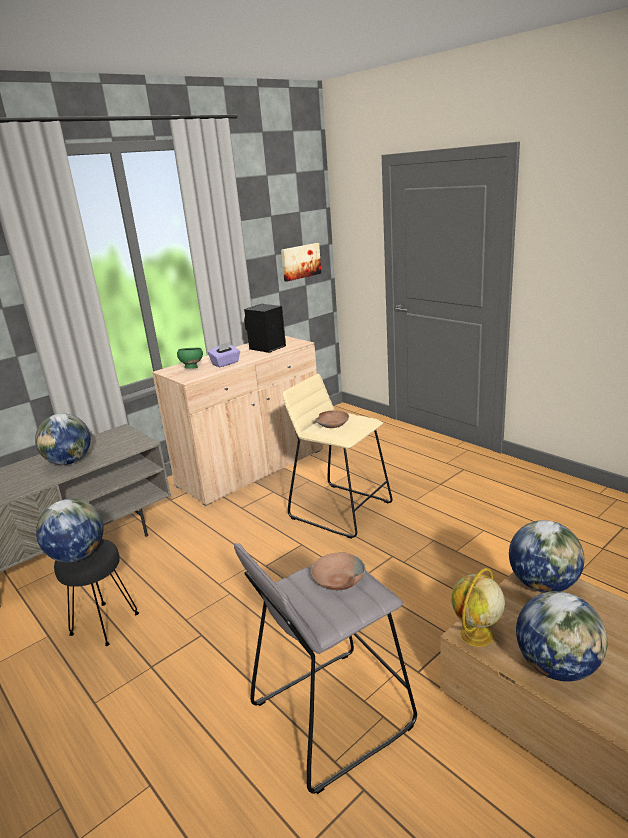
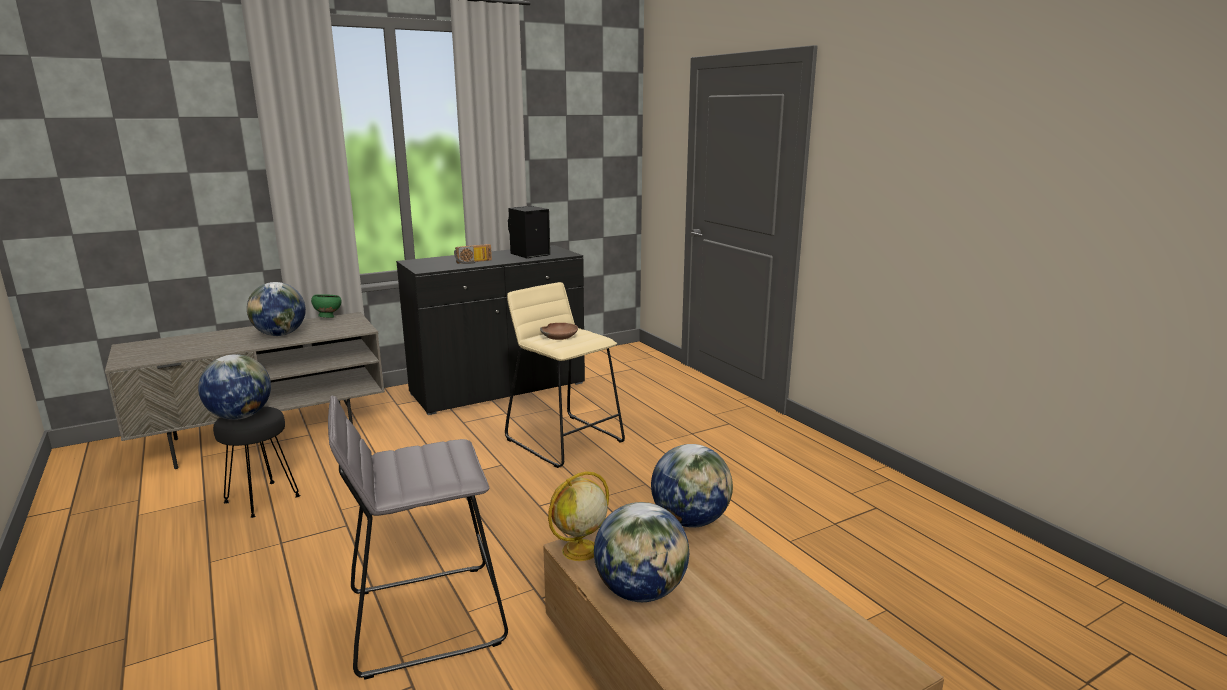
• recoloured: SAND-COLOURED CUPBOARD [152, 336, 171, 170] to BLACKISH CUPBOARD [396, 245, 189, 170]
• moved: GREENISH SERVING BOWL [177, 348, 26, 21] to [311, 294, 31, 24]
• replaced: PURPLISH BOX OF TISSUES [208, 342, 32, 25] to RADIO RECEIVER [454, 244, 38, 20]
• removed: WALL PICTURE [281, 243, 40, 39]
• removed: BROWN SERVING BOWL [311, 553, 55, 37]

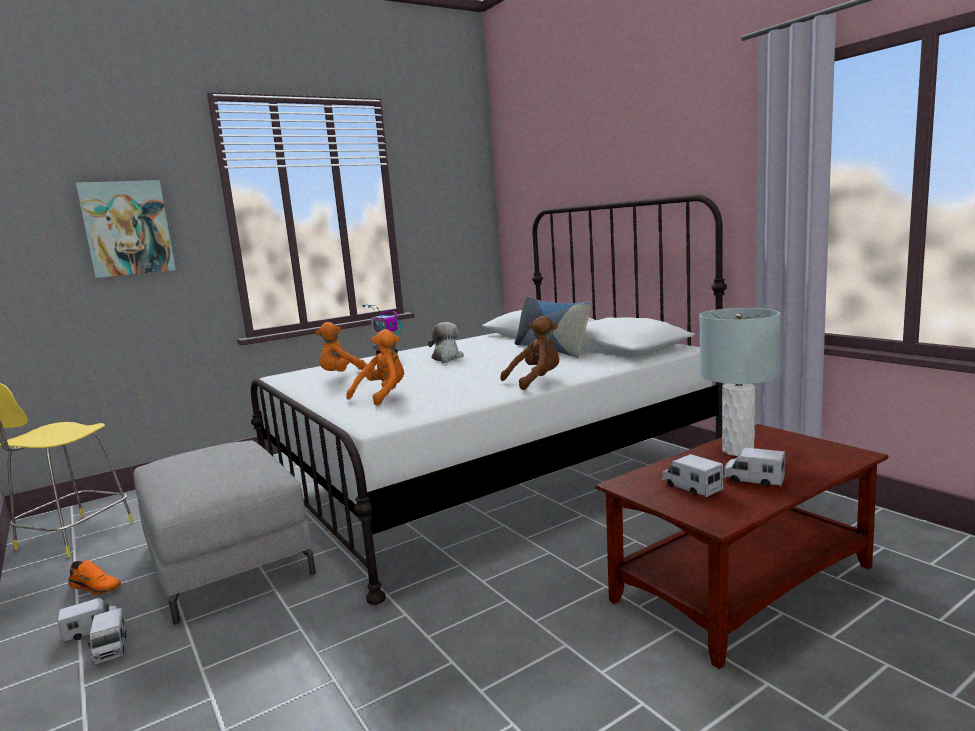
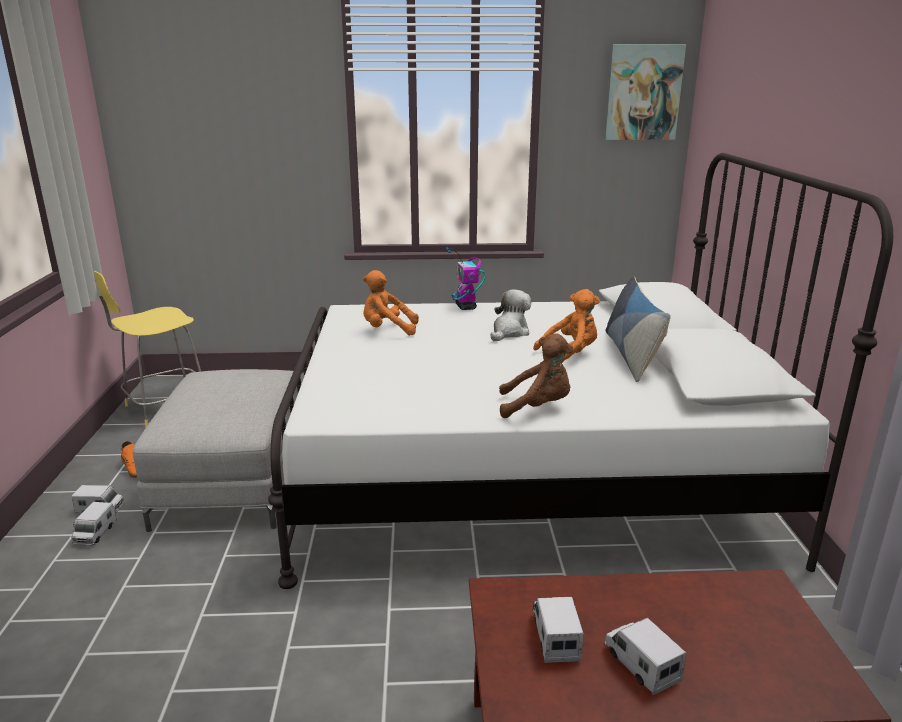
• moved: WALL PICTURE [76, 180, 100, 98] to [604, 44, 82, 96]
• moved: ORANGE-COLOURED CUDDLY TOY [346, 329, 58, 77] to [533, 289, 67, 74]
• removed: GREY LAMP FOR A TABLE [699, 308, 81, 148]

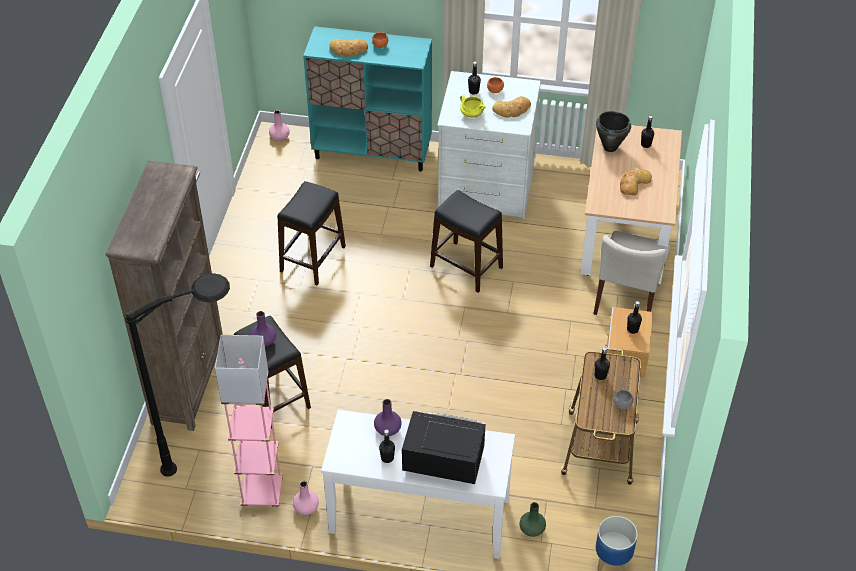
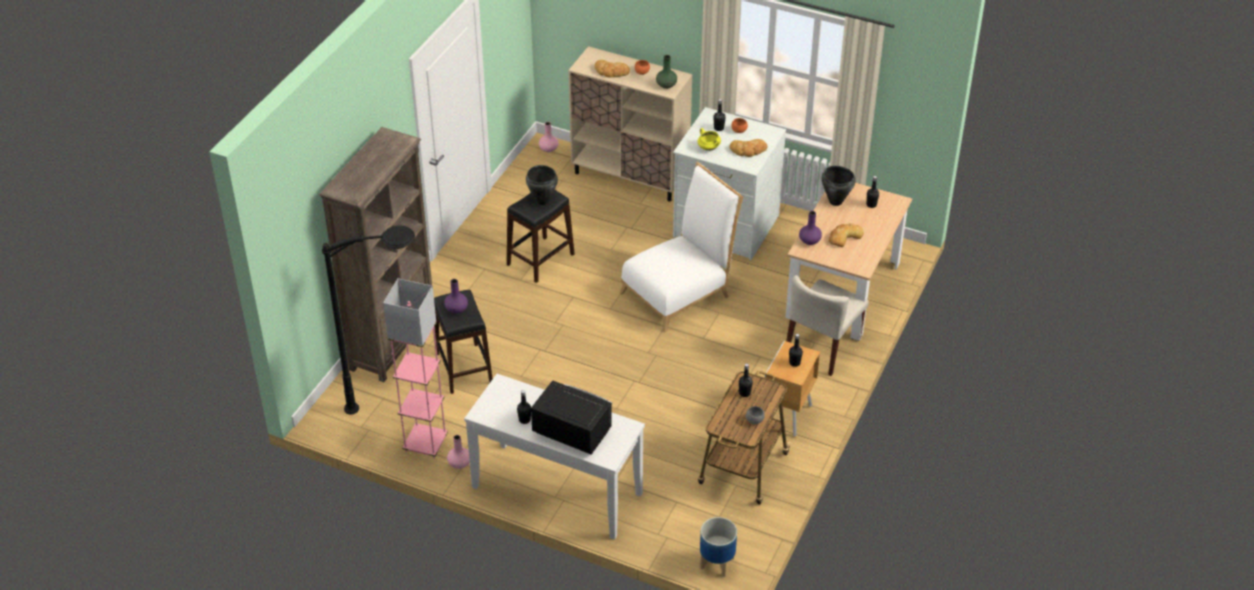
• recoloured: TURQUOISE-COLOURED CUPBOARD [303, 26, 129, 146] to SAND-COLOURED CUPBOARD [568, 46, 124, 156]
• moved: PURPLISH VASE [374, 399, 28, 37] to [799, 211, 23, 34]
• replaced: BLACKISH STOOL SEAT [430, 190, 73, 103] to WHITE CHAIR [619, 162, 124, 171]
• moved: GREENISH VASE [519, 502, 27, 35] to [656, 55, 21, 34]
• added: BLACKISH SAUCEPOT [526, 165, 32, 40]

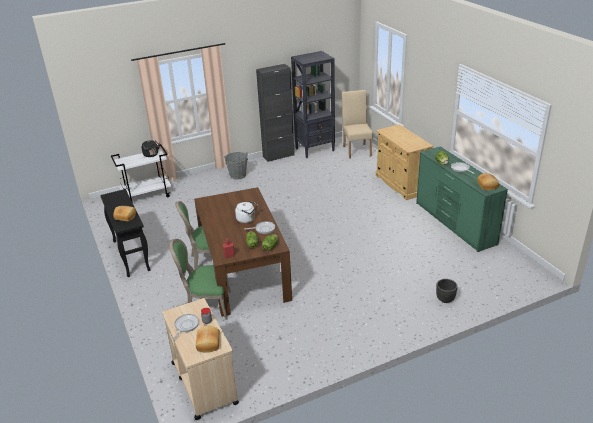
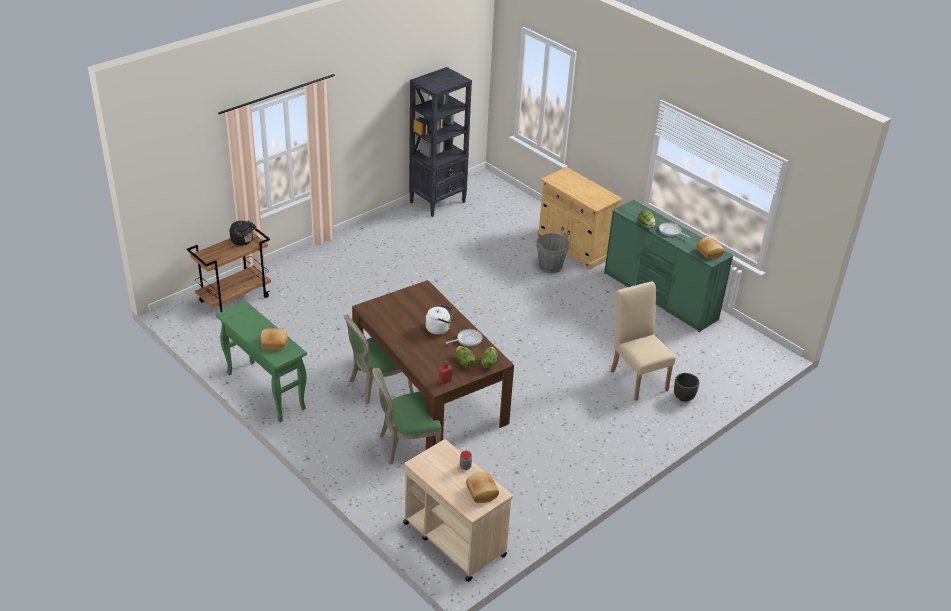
• recoloured: BLACKISH NARROW TABLE [100, 189, 51, 88] to GREENISH NARROW TABLE [216, 301, 91, 121]
• recoloured: WHITE WHEELED CART [111, 144, 60, 59] to BROWN WHEELED CART [187, 224, 84, 88]
• removed: PAN [173, 314, 26, 25]
• moved: GREY PAIL [224, 152, 24, 28] to [536, 233, 34, 41]
• removed: BLACKISH CUPBOARD [256, 64, 38, 98]
• moved: SAND-COLOURED CHAIR [341, 90, 32, 69] to [611, 281, 65, 120]

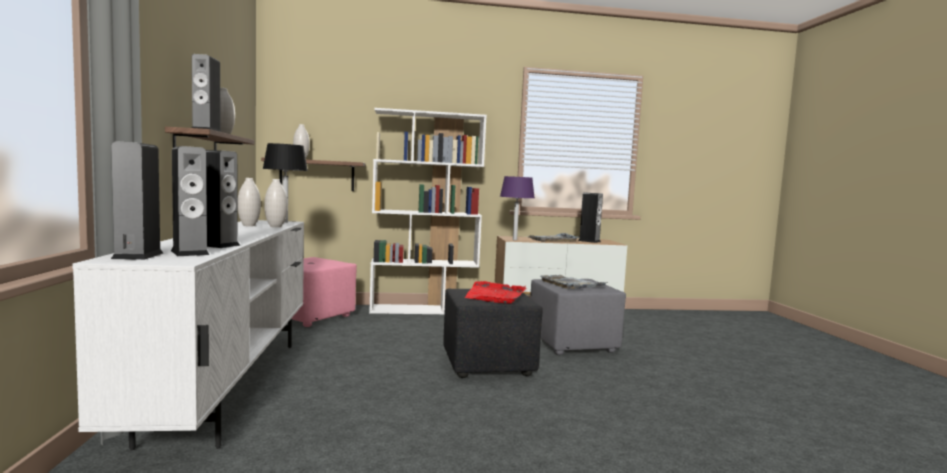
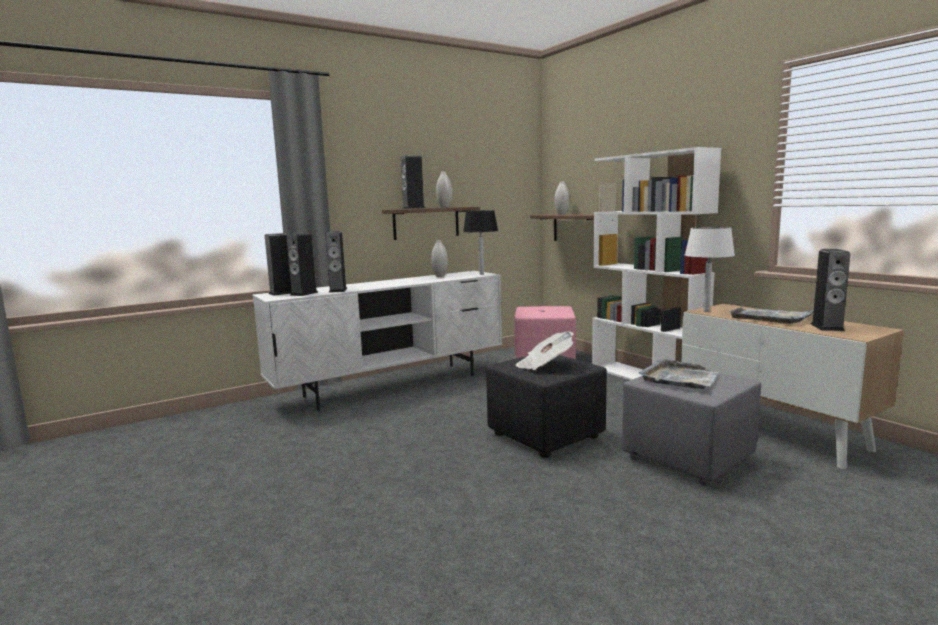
• removed: WHITE VASE [264, 179, 23, 48]
• replaced: REDDISH CARRYING TRAY [465, 281, 62, 23] to PRINTED PAPER [516, 331, 58, 39]
• recoloured: PURPLISH LAMP FOR A TABLE [500, 176, 35, 64] to WHITE LAMP FOR A TABLE [685, 227, 50, 85]

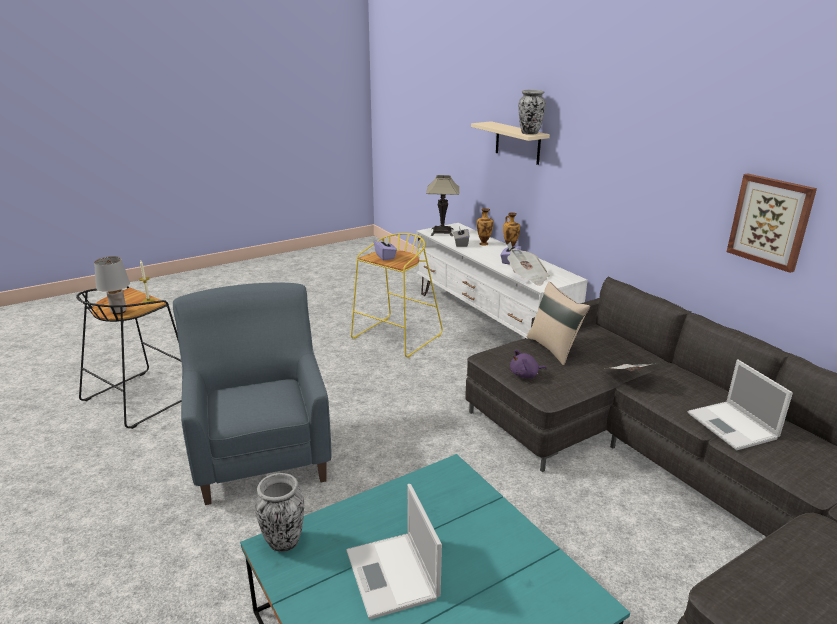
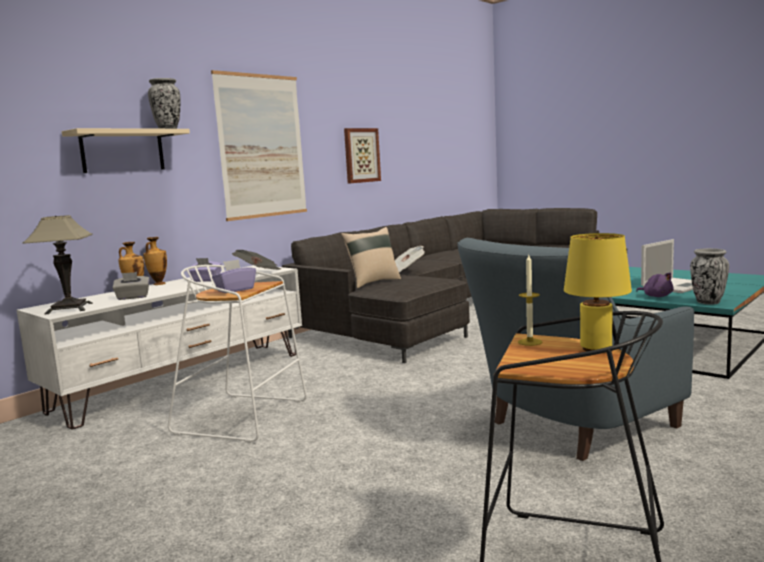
• recoloured: GREY LAMP FOR A TABLE [94, 256, 36, 58] to YELLOWISH LAMP FOR A TABLE [564, 233, 68, 118]
• recoloured: YELLOWISH STOOL SEAT [351, 233, 92, 124] to WHITE STOOL SEAT [168, 265, 139, 178]
• moved: PURPLISH CUDDLY TOY [510, 350, 37, 28] to [636, 272, 38, 25]
• removed: LAPTOP [688, 360, 105, 90]
• added: WALL PICTURE [211, 70, 96, 151]

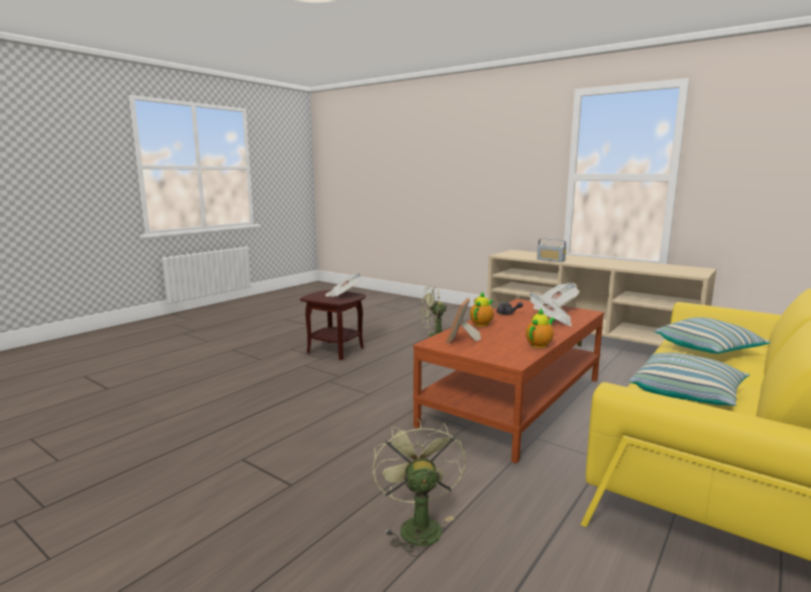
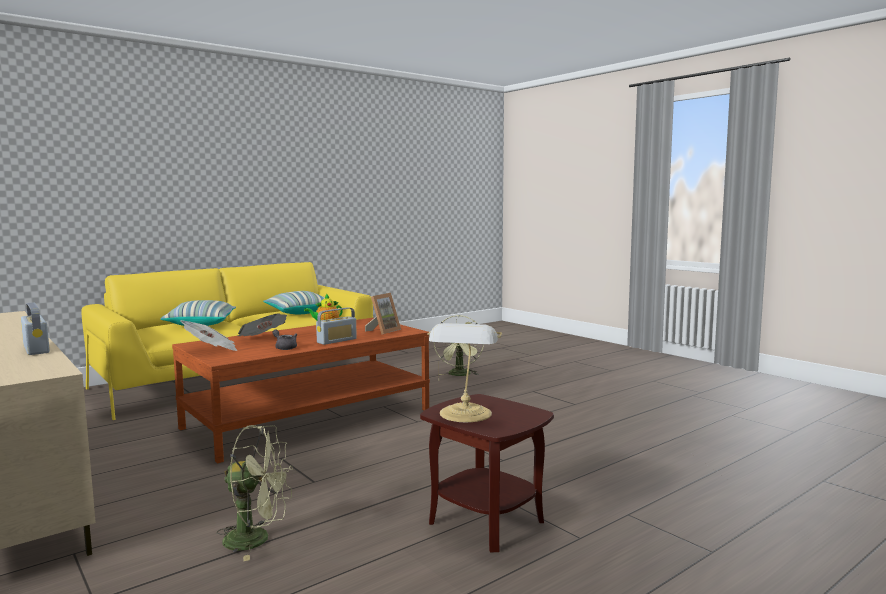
• replaced: PRINTED PAPER [325, 273, 37, 24] to LAMP FOR A TABLE [427, 323, 75, 99]
• replaced: TEA POT [470, 292, 24, 34] to RADIO RECEIVER [316, 307, 41, 38]

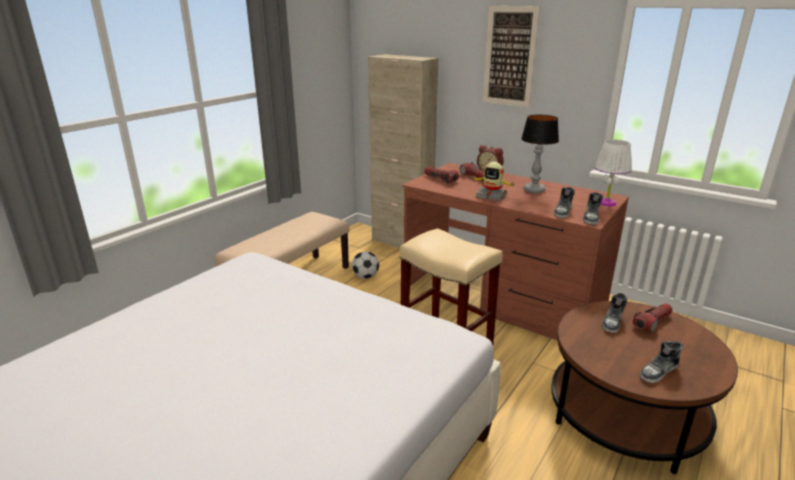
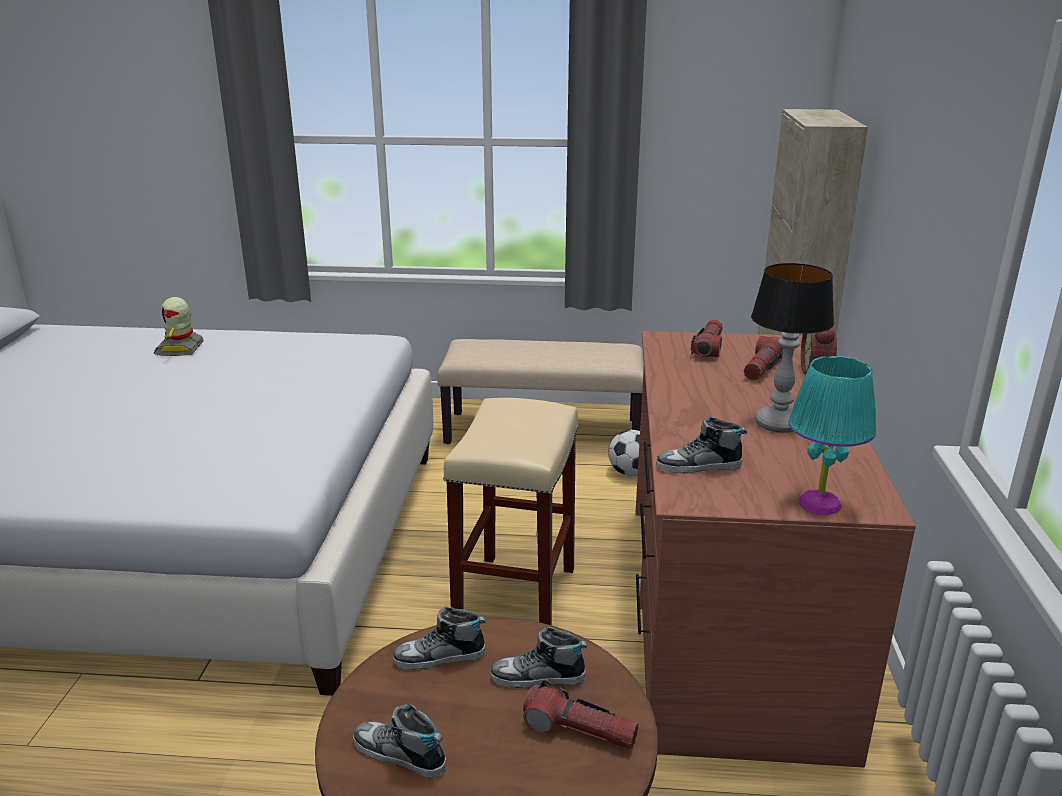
• moved: MODEL ROBOT [470, 162, 45, 39] to [154, 297, 50, 59]
• removed: WALL PICTURE [482, 6, 58, 101]
• moved: SHOE [583, 192, 20, 33] to [393, 607, 93, 63]
• recoloured: WHITE LAMP FOR A TABLE [595, 139, 37, 68] to TURQUOISE-COLOURED LAMP FOR A TABLE [788, 356, 88, 159]

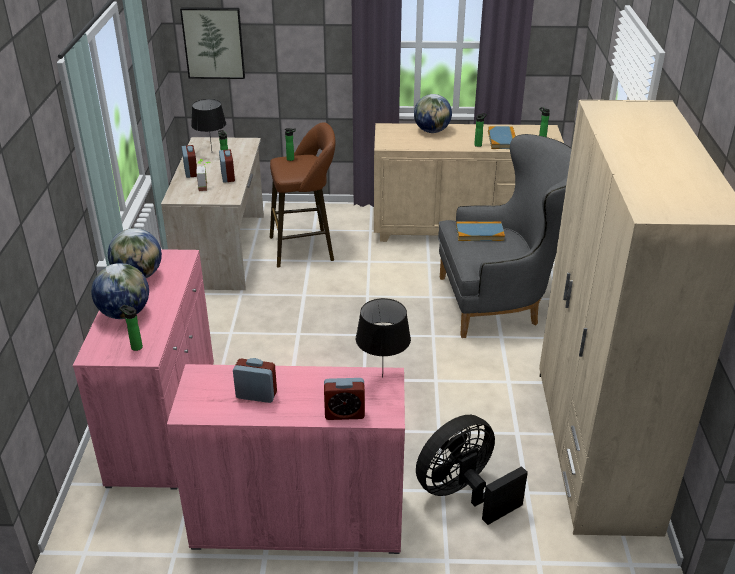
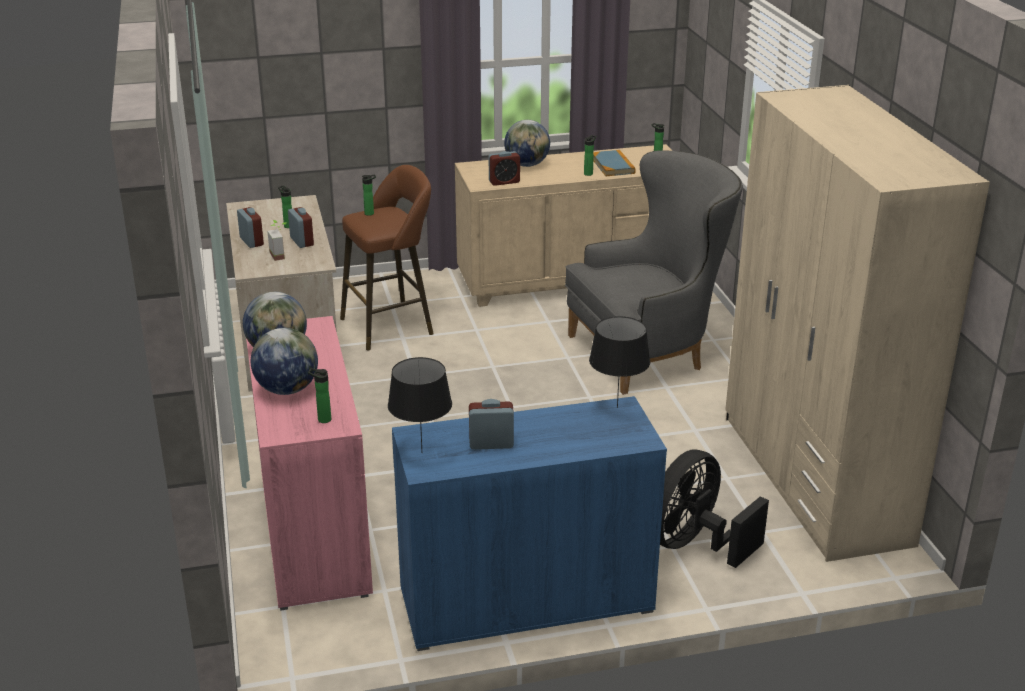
• recoloured: PINK-COLOURED CUPBOARD [167, 364, 238, 190] to BLUISH CUPBOARD [392, 396, 275, 255]
• removed: WALL PICTURE [180, 7, 65, 72]
• moved: BLACKISH LAMP FOR A TABLE [191, 99, 35, 51] to [388, 357, 64, 94]
• moved: BEDSIDE CLOCK [324, 378, 41, 42] to [489, 151, 31, 35]
• removed: VOLUME [456, 221, 49, 20]

